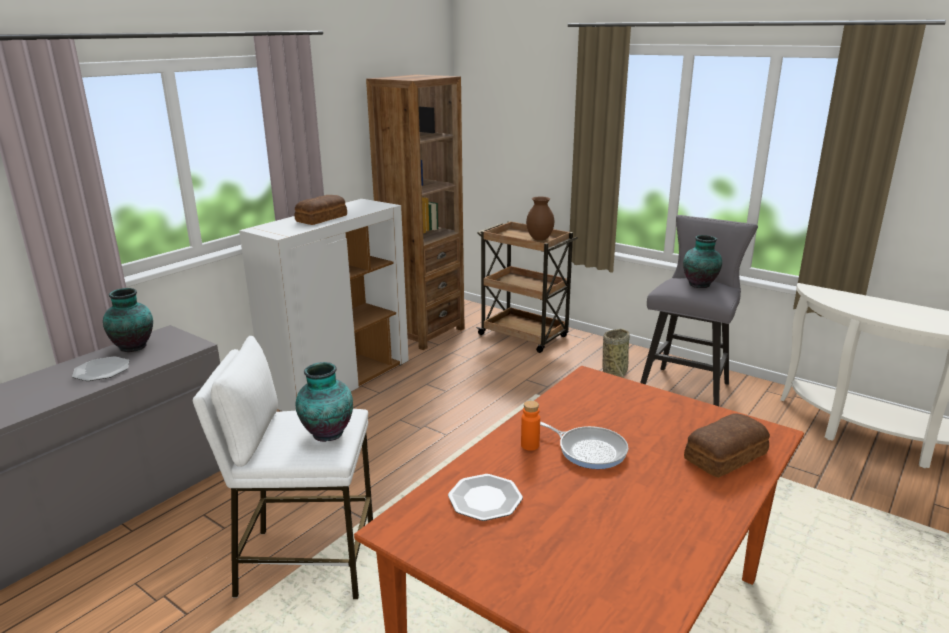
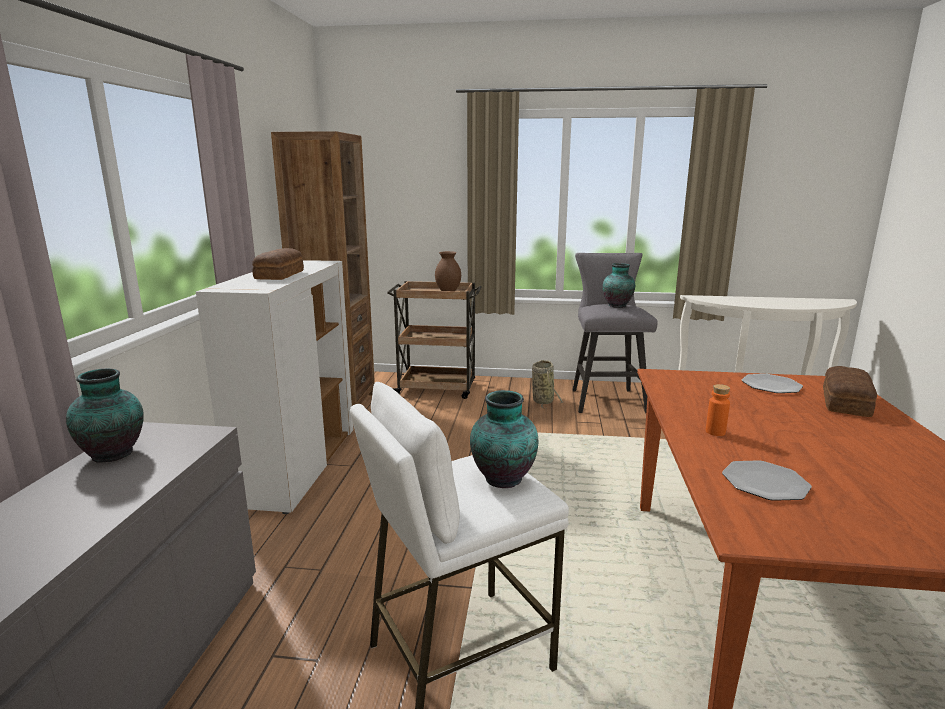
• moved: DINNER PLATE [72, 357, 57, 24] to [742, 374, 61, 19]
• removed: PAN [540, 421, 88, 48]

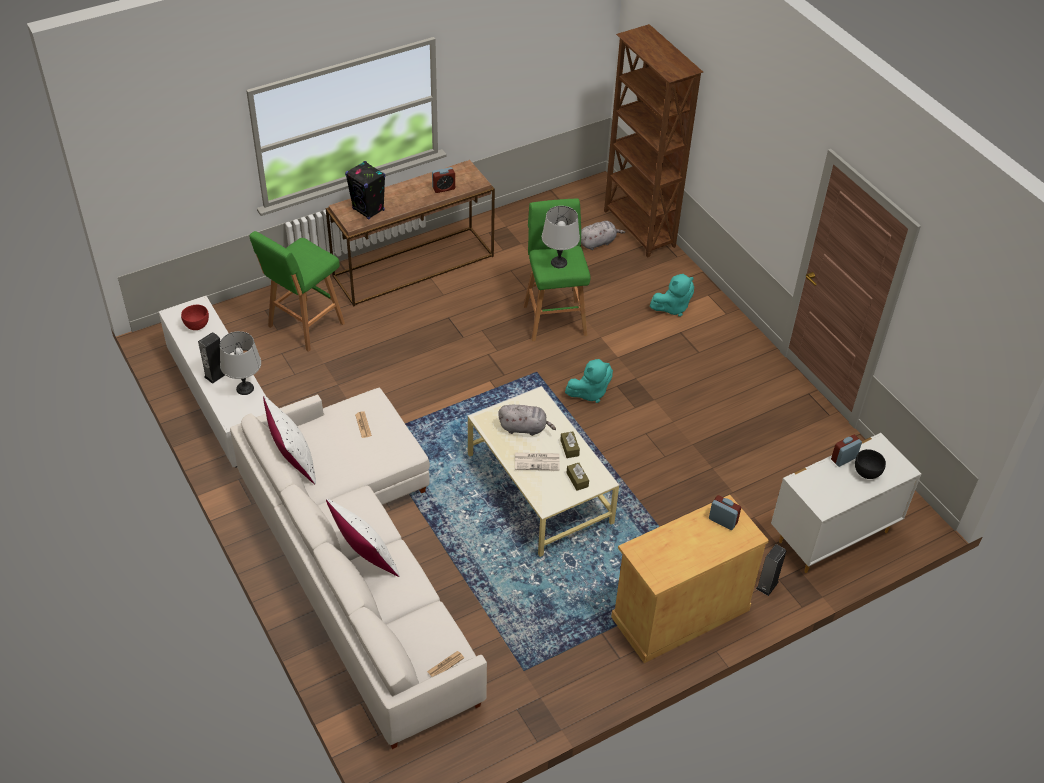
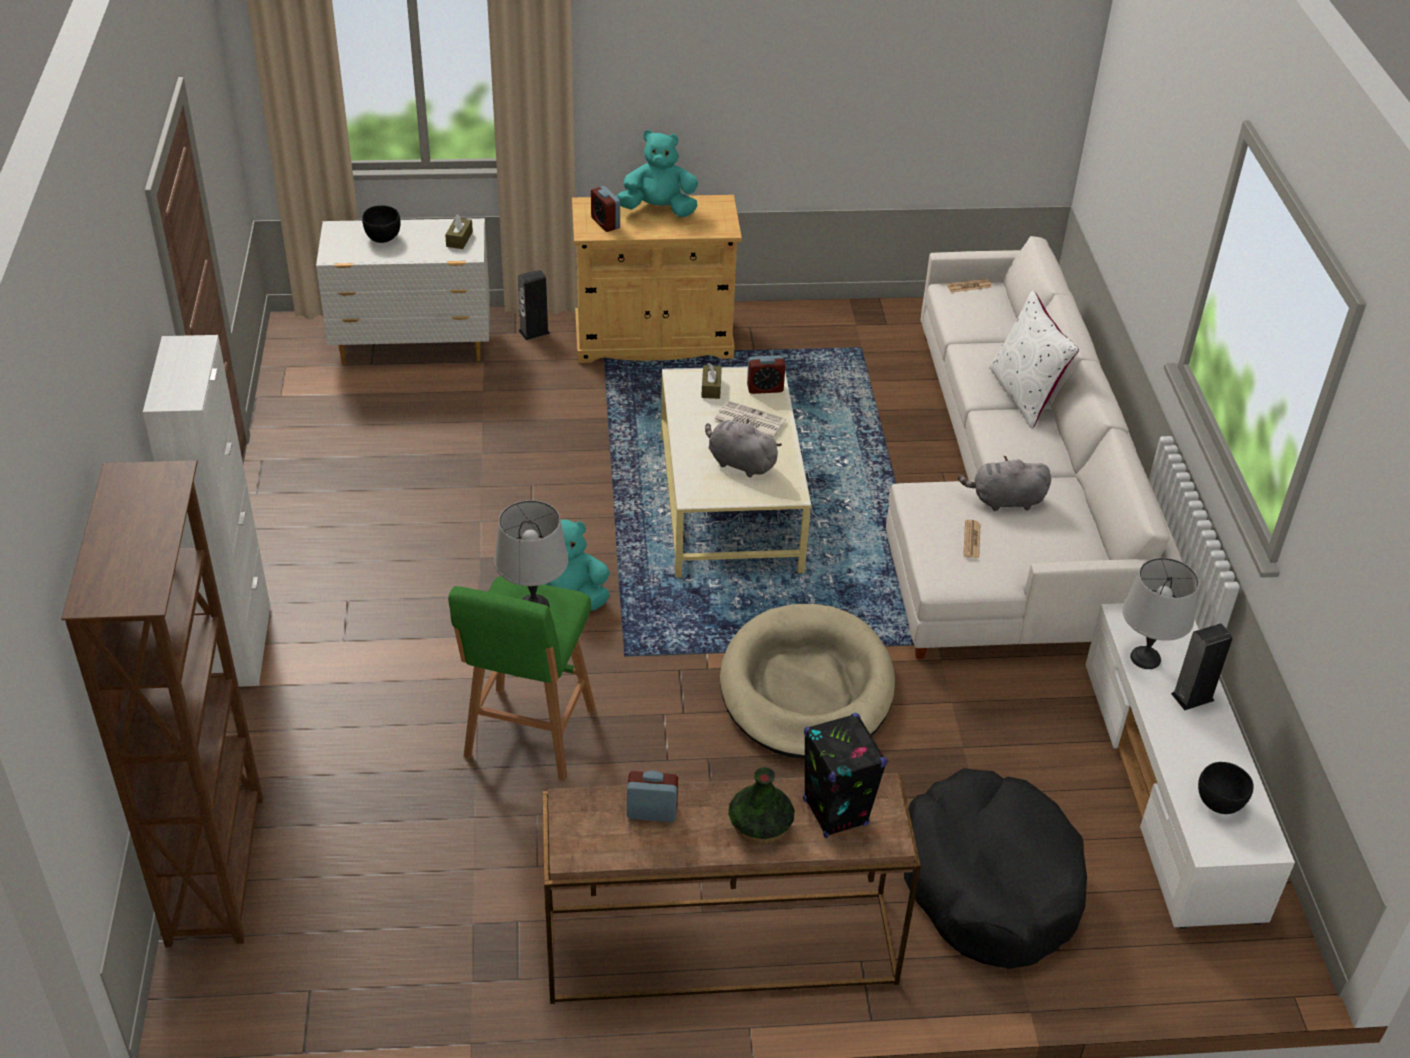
• recoloured: REDDISH SERVING BOWL [181, 305, 28, 25] to BLACKISH SERVING BOWL [1198, 762, 56, 52]
• replaced: GREENISH STOOL SEAT [249, 231, 96, 121] to BLACKISH DOG BED [904, 768, 183, 201]
• removed: WHITE CUSHION [263, 396, 53, 89]
• moved: BROWN BOX OF TISSUES [560, 432, 20, 26] to [445, 214, 28, 35]
• moved: GREY CUDDLY TOY [581, 221, 44, 29] to [958, 456, 93, 55]
• moved: TURQUOISE-COLOURED CUDDLY TOY [650, 274, 44, 43] to [616, 130, 82, 87]
• moved: BEDSIDE CLOCK [831, 435, 31, 32] to [747, 355, 38, 39]
• added: WHITE CUPBOARD [143, 335, 128, 352]
• added: SAND-COLOURED DOG BED [720, 604, 175, 155]
• added: VASE [728, 767, 67, 77]

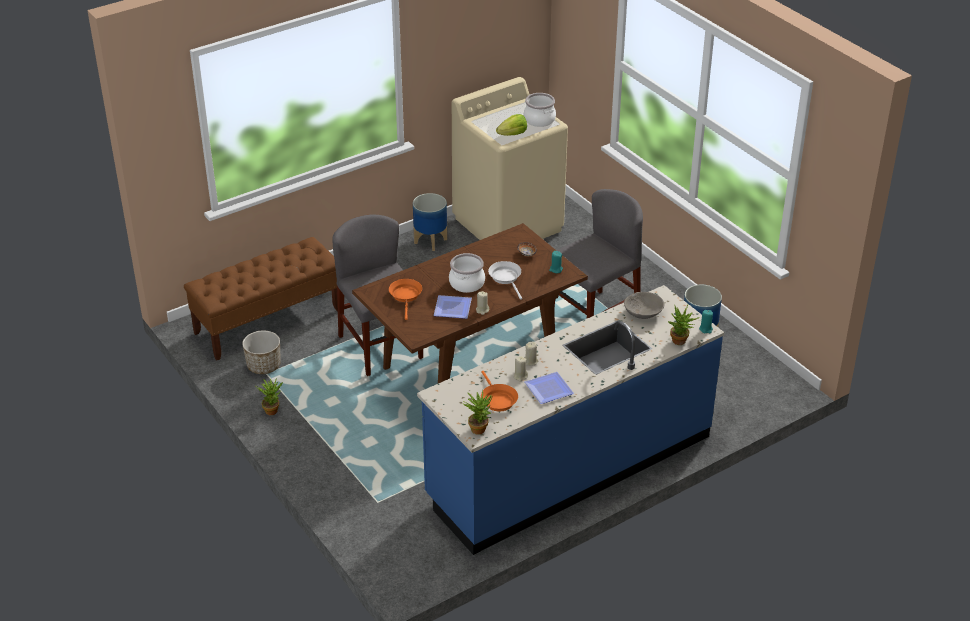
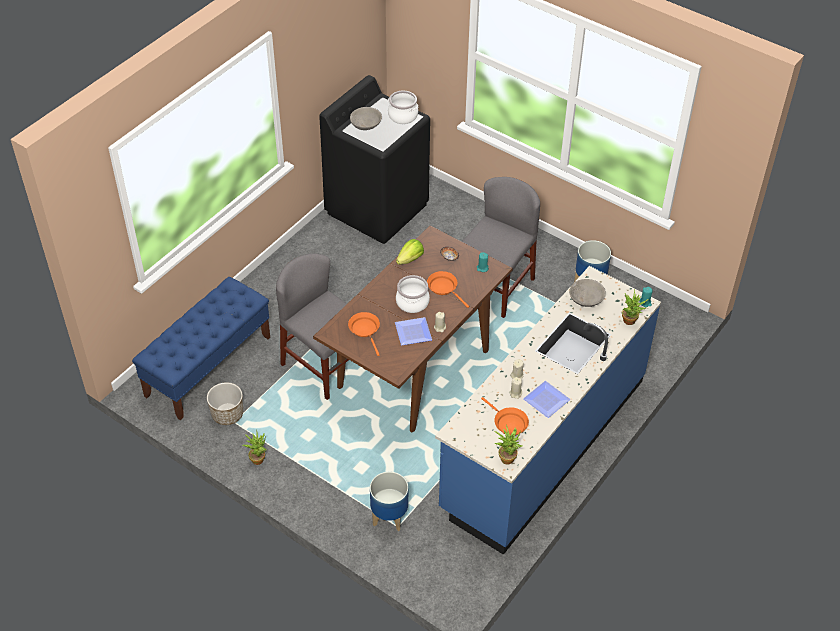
• recoloured: BROWN LONG SEAT [184, 237, 154, 123] to BLUISH LONG SEAT [132, 277, 138, 143]
• moved: PLANTER [413, 193, 34, 58] to [370, 472, 38, 59]
• recoloured: SAND-COLOURED LAUNDRY APPLIANCE [452, 77, 116, 163] to BLACKISH LAUNDRY APPLIANCE [319, 75, 111, 169]
• recoloured: WHITE PAN [488, 261, 34, 39] to ORANGE-COLOURED PAN [427, 271, 42, 37]
• moved: HEAD OF LETTUCE [496, 114, 31, 22] to [396, 239, 28, 26]
• added: GREY SERVING BOWL [350, 107, 32, 23]

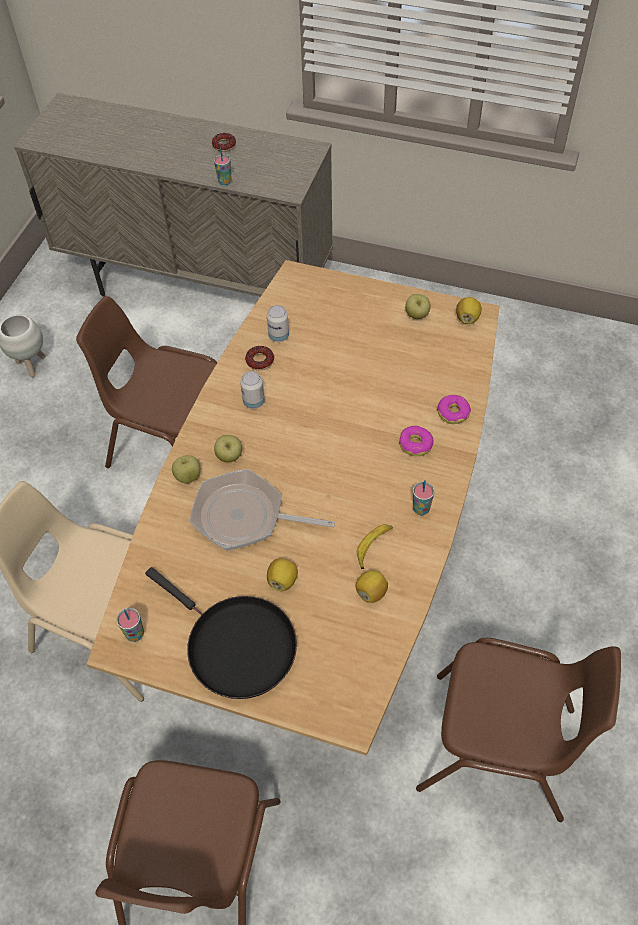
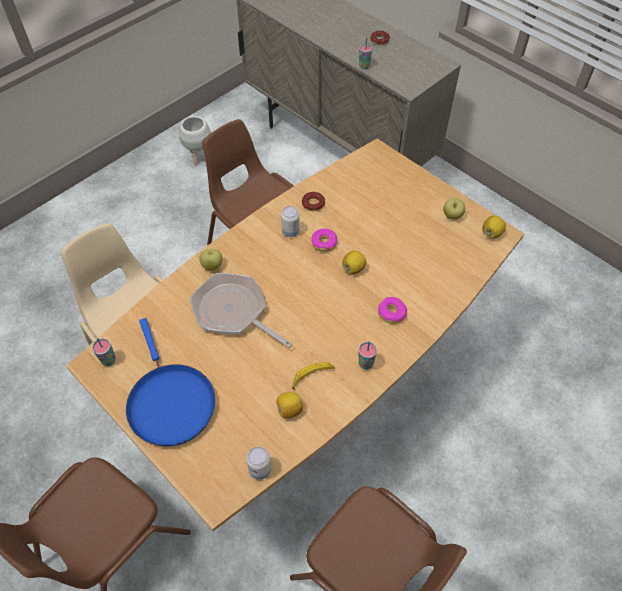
• recoloured: BLACKISH PAN [145, 567, 152, 132] to BLUISH PAN [126, 318, 89, 129]
• removed: WHOLE APPLE [214, 435, 28, 28]
• moved: METAL CAN [267, 305, 22, 37] to [246, 447, 25, 33]
• moved: CITRUS FRUIT [267, 558, 31, 33] to [342, 251, 24, 23]
• moved: DONUT [437, 395, 34, 29] to [311, 228, 27, 24]

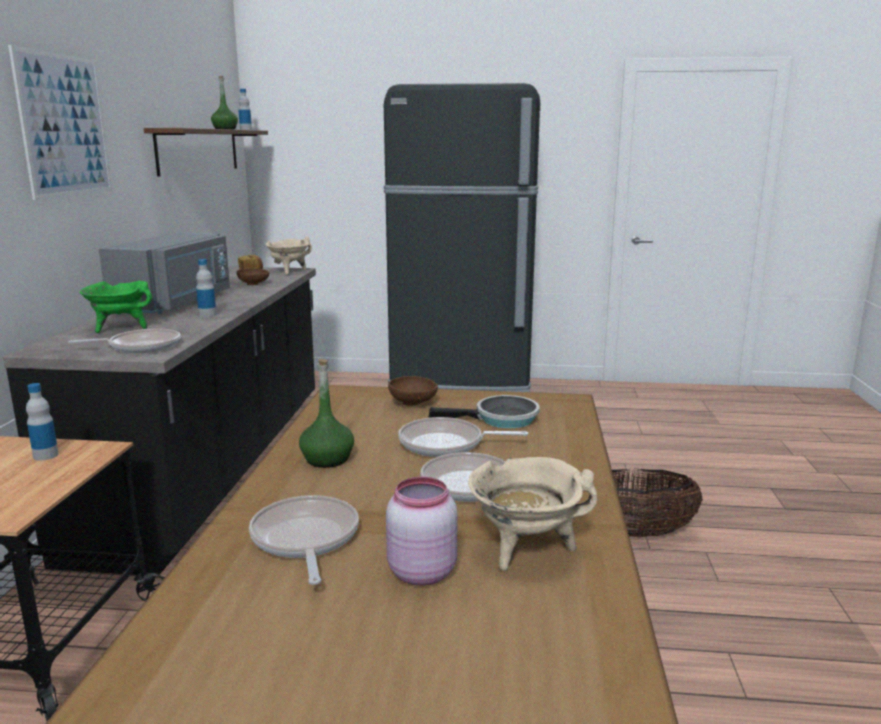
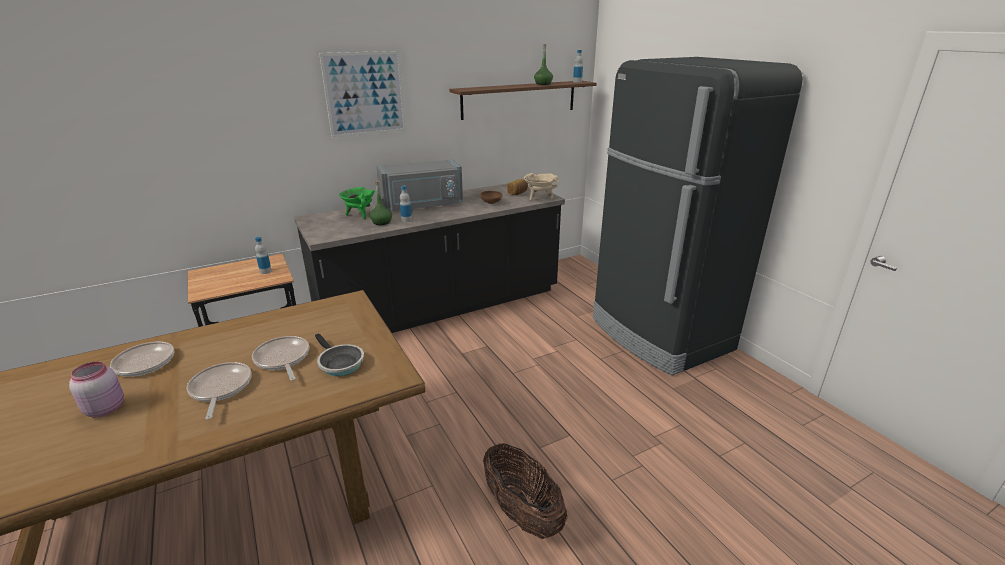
• removed: PAN [68, 328, 112, 25]
• moved: GREENISH BOTTLE [299, 359, 55, 109] to [370, 181, 22, 44]
• removed: BROWN SERVING BOWL [388, 376, 50, 30]
• removed: SAND-COLOURED SAUCEPOT [468, 457, 129, 114]

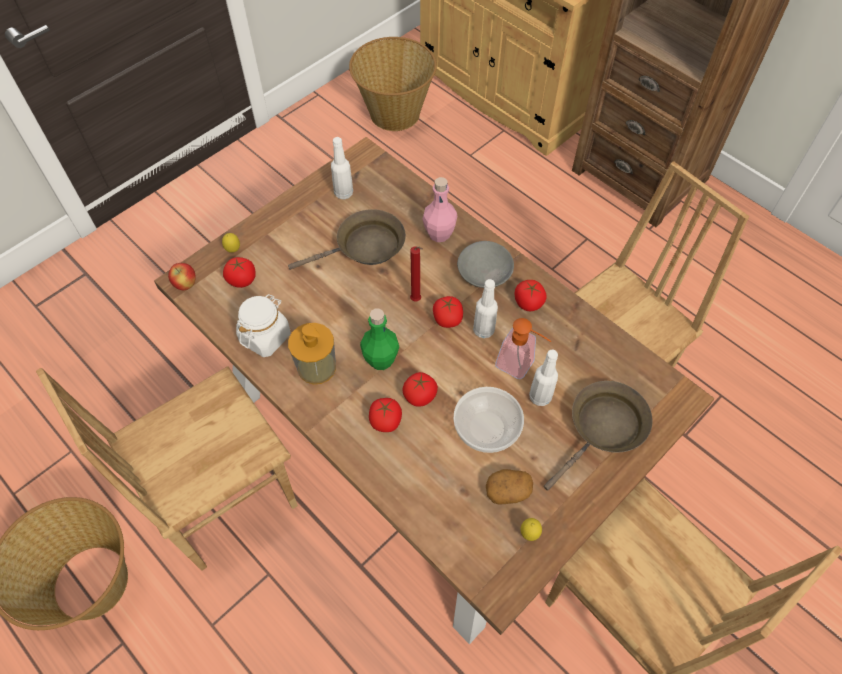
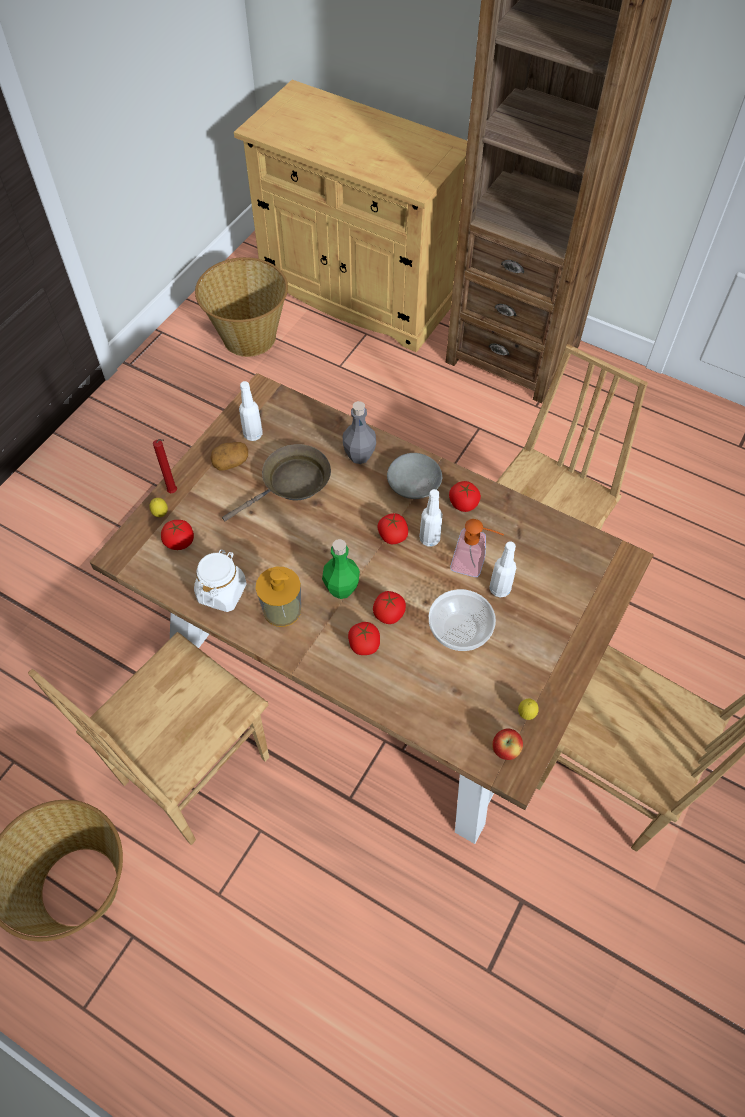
• moved: WHOLE APPLE [168, 263, 28, 27] to [492, 728, 31, 32]
• moved: REDDISH WAX LIGHT [410, 246, 13, 56] to [153, 439, 24, 54]
• recoloured: PINK-COLOURED BOTTLE [422, 177, 35, 65] to GREY BOTTLE [343, 401, 33, 63]
• moved: WHOLE POTATO [486, 469, 47, 36] to [211, 442, 37, 29]
• removed: BROWN PAN [544, 381, 109, 110]

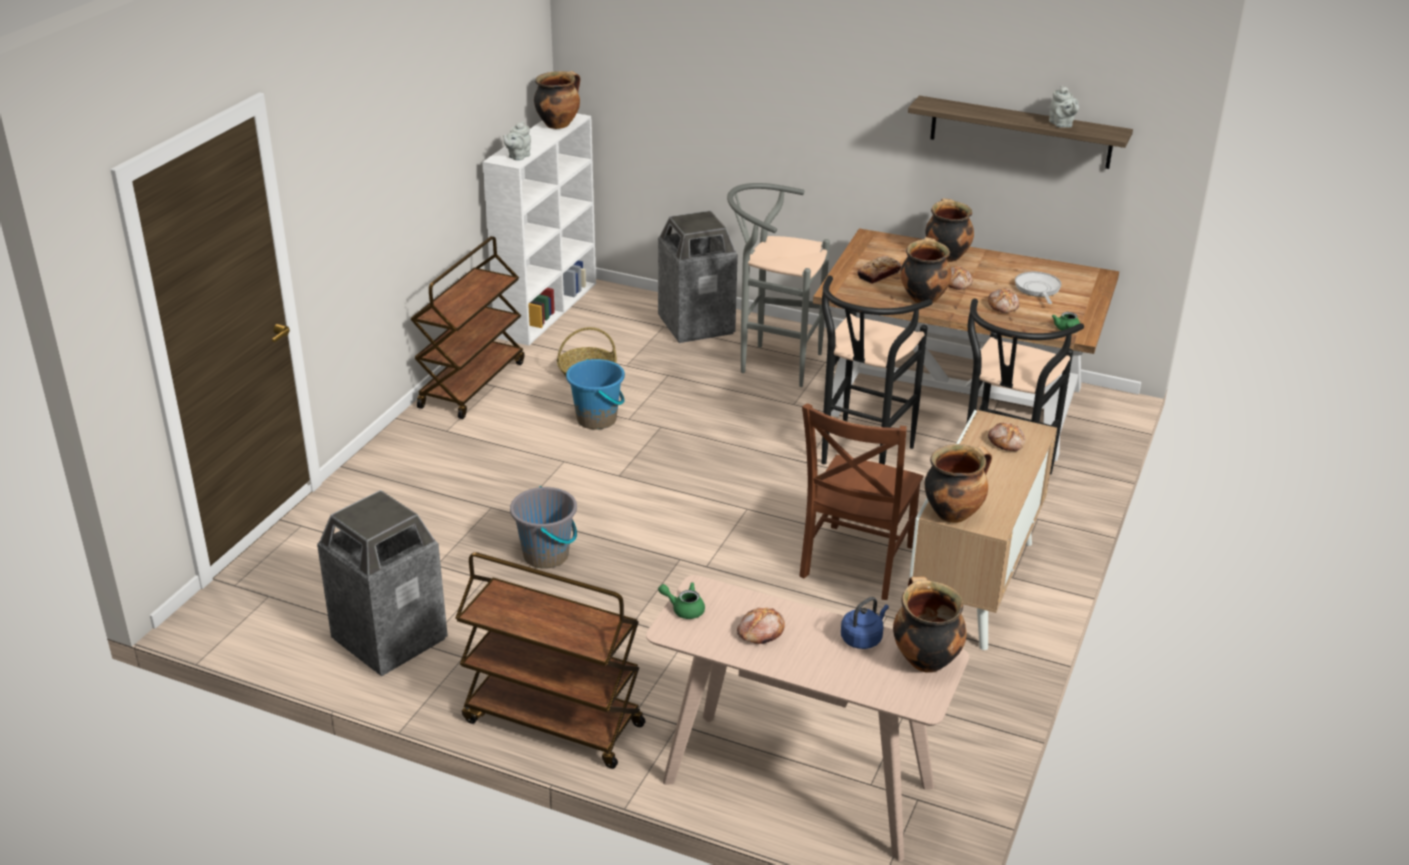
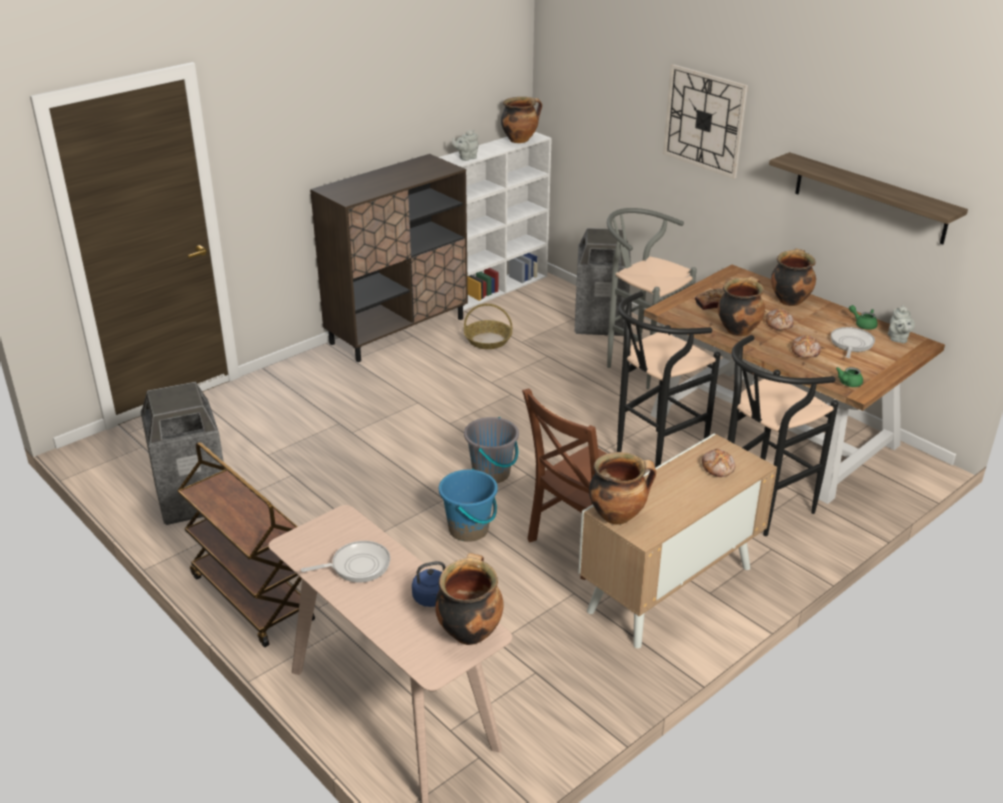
• replaced: BROWN WHEELED CART [410, 236, 114, 183] to BROWN CUPBOARD [310, 154, 158, 208]
• moved: GREY PAIL [510, 486, 67, 82] to [464, 417, 55, 66]
• moved: BLUISH PAIL [566, 359, 59, 71] to [439, 468, 59, 74]
• moved: GREENISH TEA POT [658, 582, 47, 37] to [849, 305, 29, 25]
• replaced: BREAD [737, 608, 48, 36] to PAN [301, 541, 89, 41]
• moved: GREY TEA POT [1049, 85, 30, 43] to [888, 305, 27, 38]
• added: WALL CLOCK [663, 64, 85, 114]

